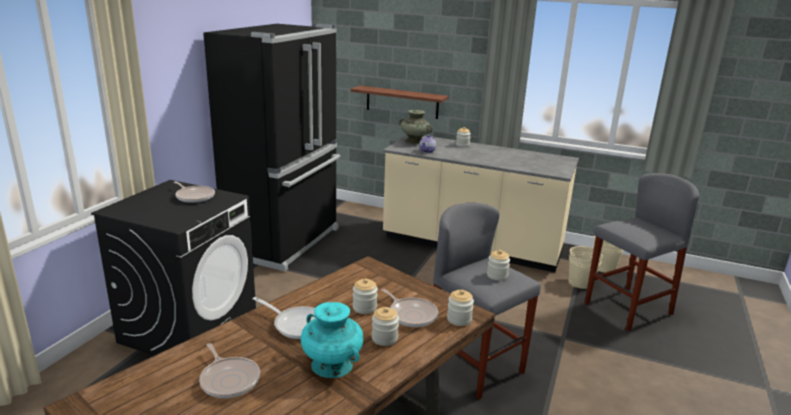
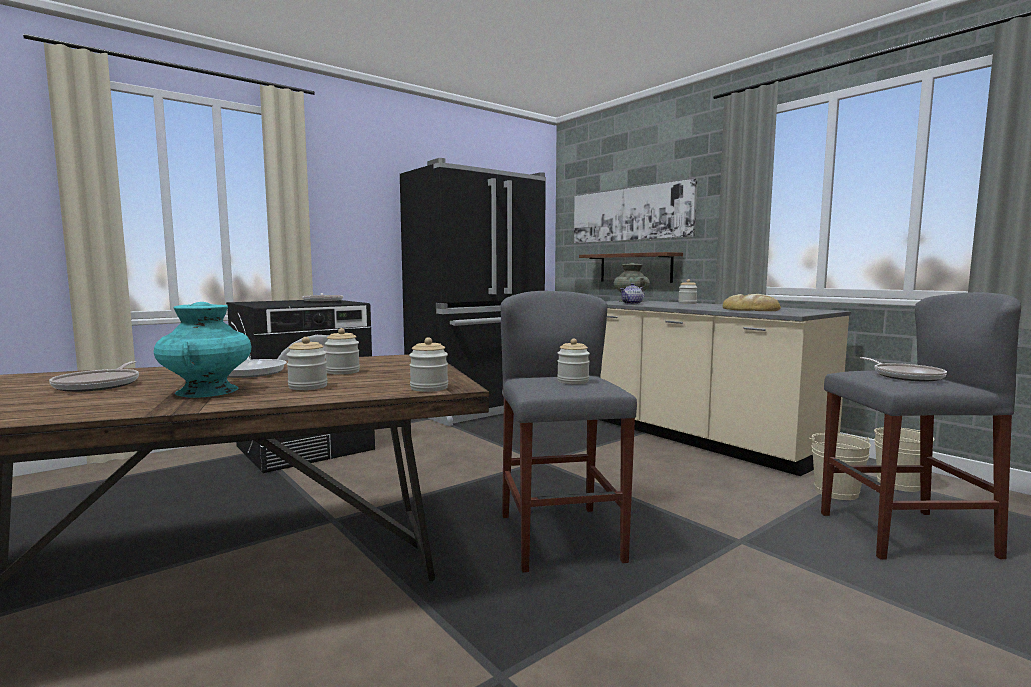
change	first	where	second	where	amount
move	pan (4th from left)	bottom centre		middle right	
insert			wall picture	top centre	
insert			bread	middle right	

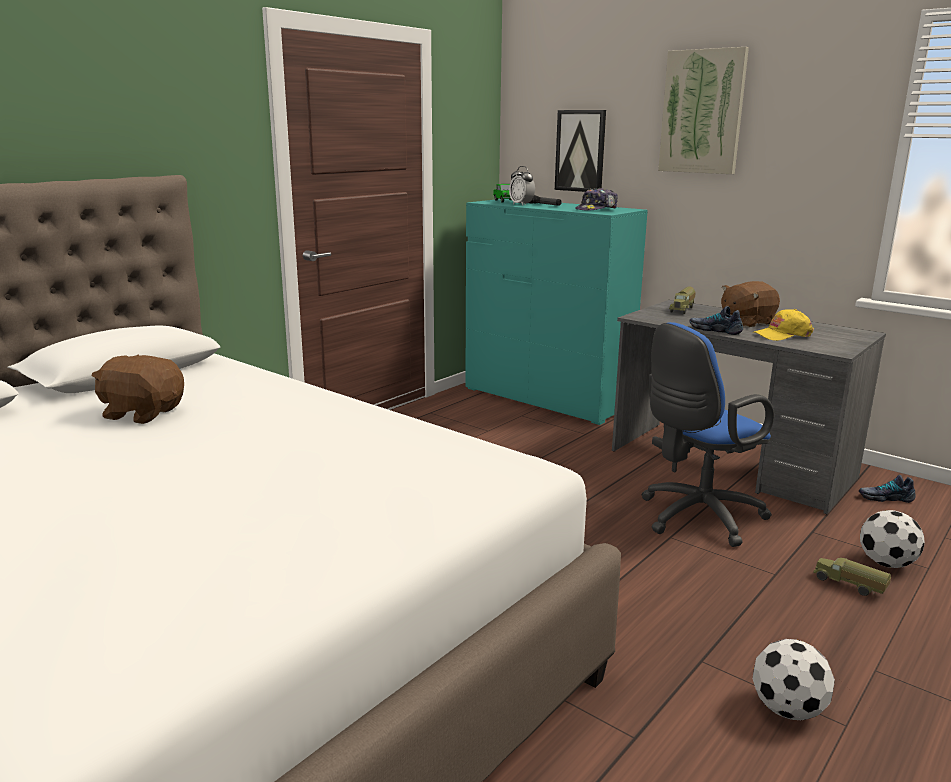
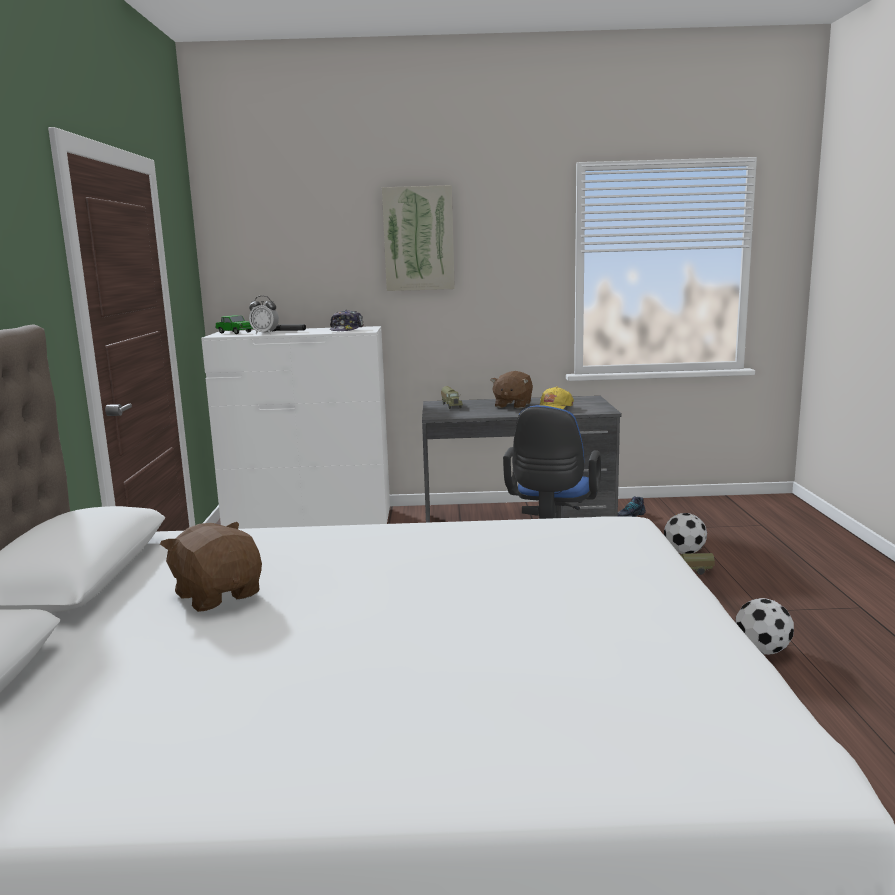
change	first	where	second	where	amount
rotate	plush toy/brownish (1st from left)	middle left		middle left	75 degrees clockwise
recolor	dresser/turquoise	centre	dresser/whitish	middle left	
delete	wall picture (1st from left)	top centre			
delete	low shoe (1st from left)	middle right			

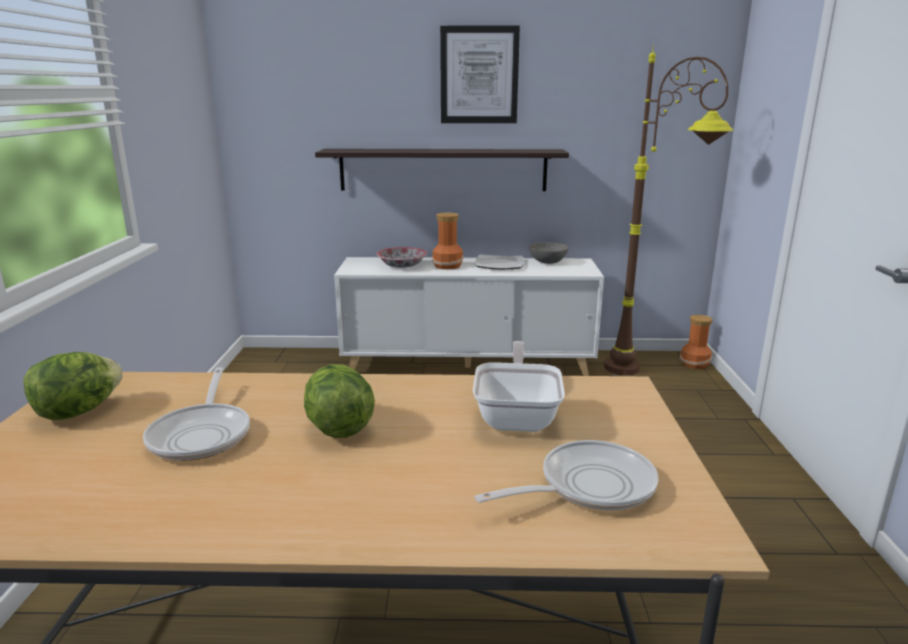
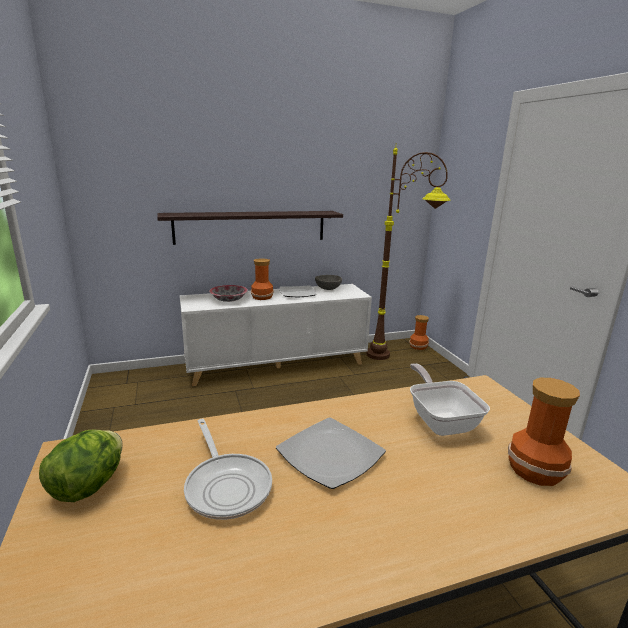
change	first	where	second	where	amount
replace	head of lettuce (2nd from left)	centre	dinner plate (2nd from left)	bottom centre	
delete	wall picture	top centre			
replace	pan (3rd from left)	bottom centre	vase (3rd from left)	bottom right	

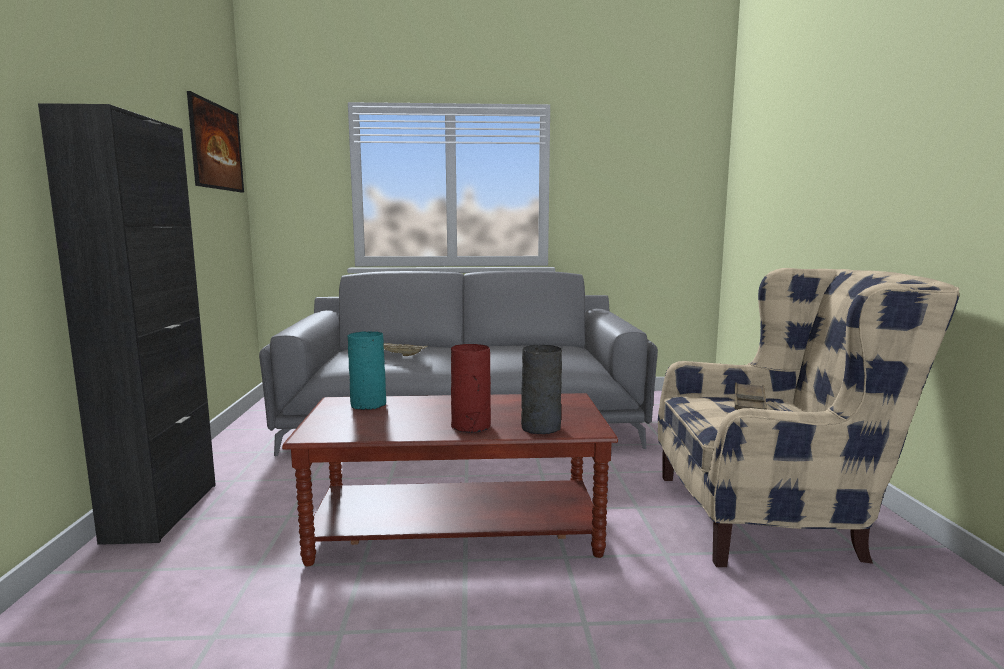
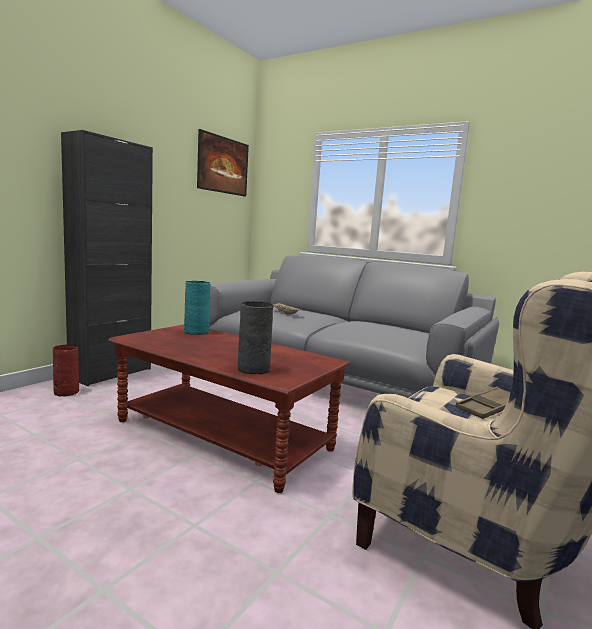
change	first	where	second	where	amount
move	vase/reddish	centre		middle left	

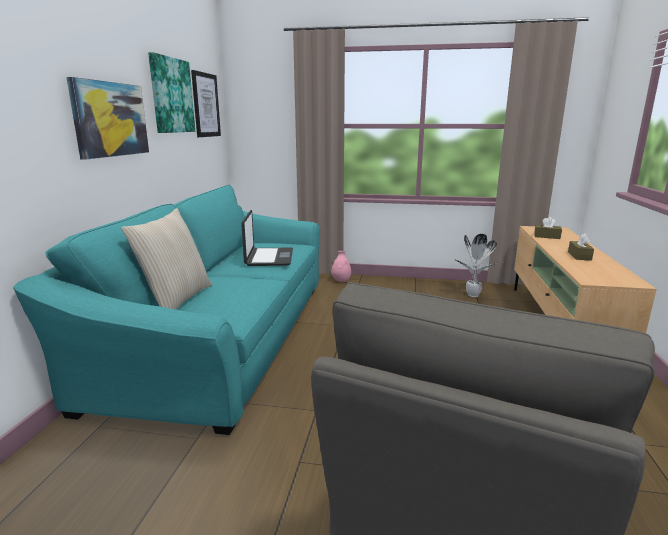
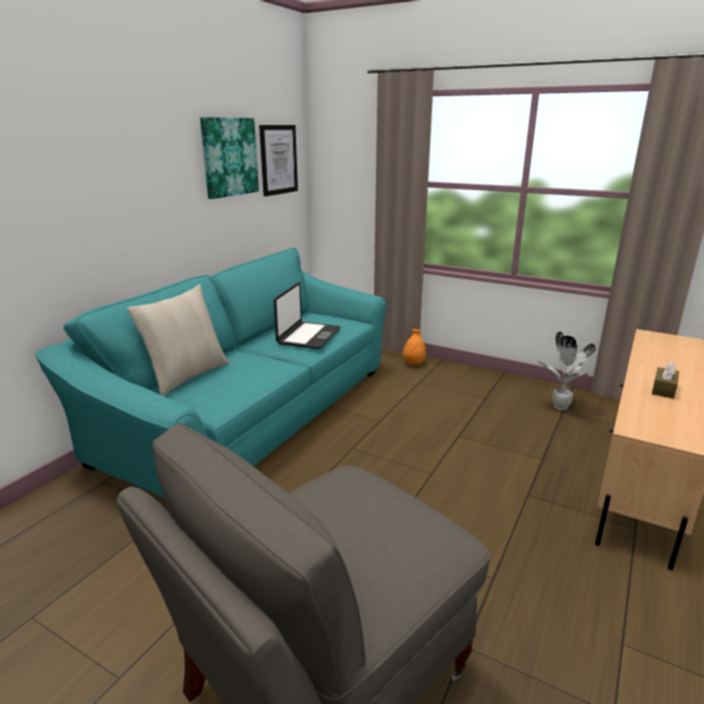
change	first	where	second	where	amount
delete	wall picture (1st from left)	top left			
recolor	vase/pinkish	centre	vase/orange-coloured	centre	
delete	box of tissues/brownish (1st from left)	middle right			

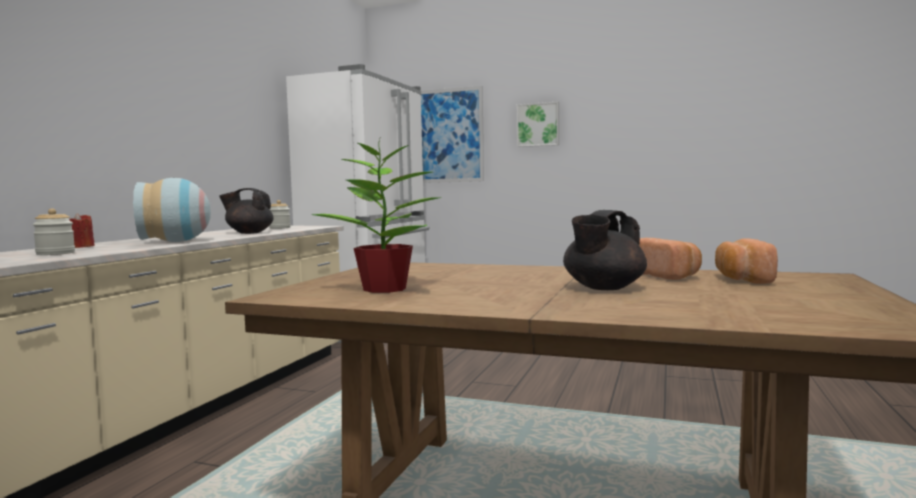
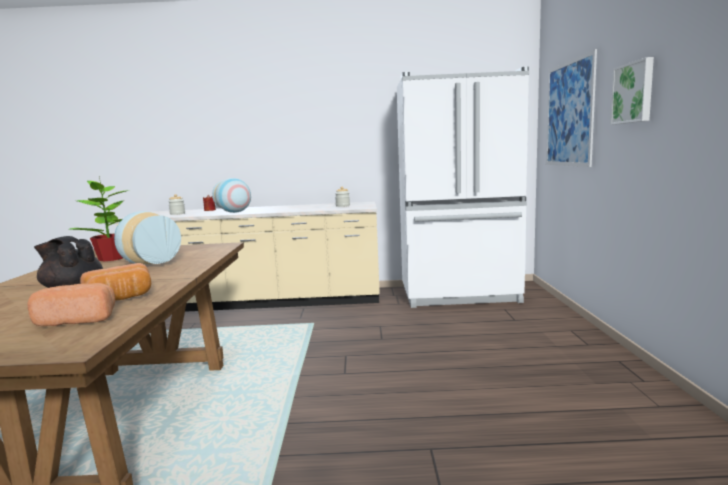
change	first	where	second	where	amount
delete	pot for tea/black (1st from left)	middle left			
insert			vase (1st from left)	middle left	

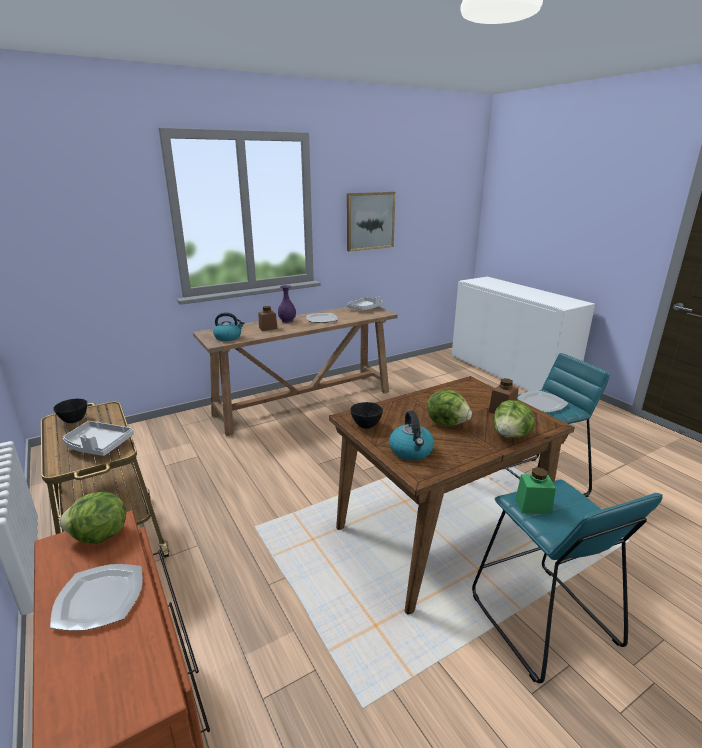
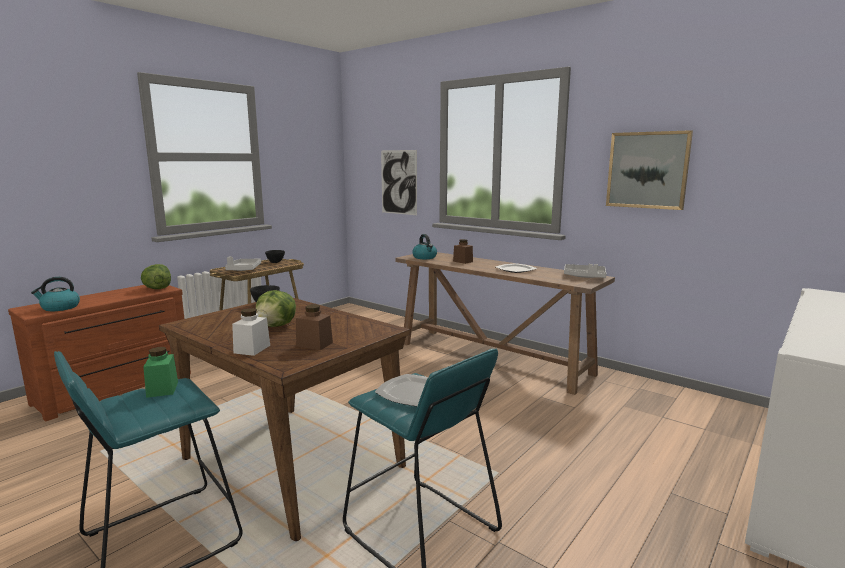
change	first	where	second	where	amount
delete	dinner plate (1st from left)	bottom left			
delete	vase/purple-coloured	centre			
move	kettle (2nd from left in the first image)	centre	kettle (1st from left)	middle left	
replace	head of lettuce (3rd from left)	middle right	jar/whitish	middle left	
insert			wall picture (1st from left)	top centre	

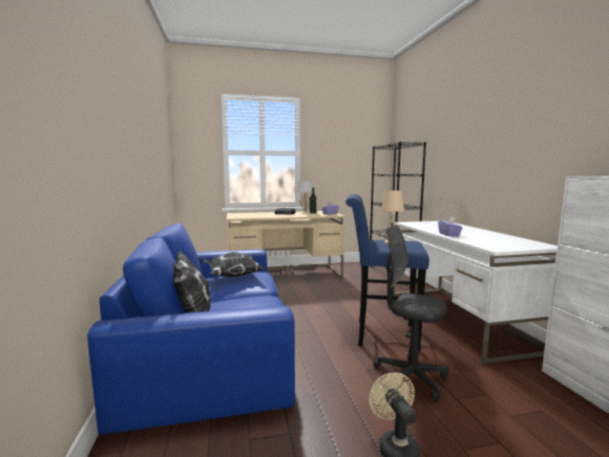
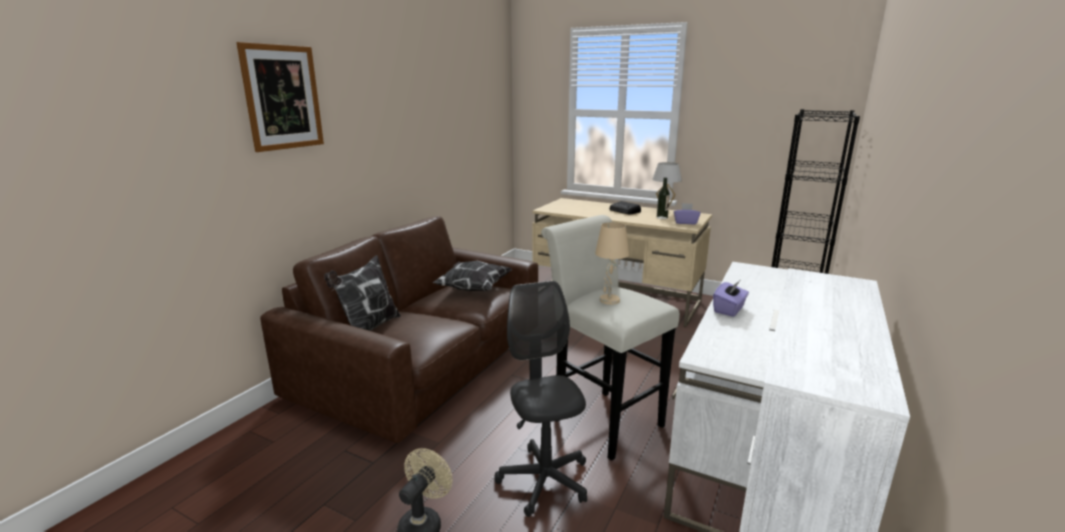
change	first	where	second	where	amount
recolor	couch/bluish	bottom left	couch/brownish	centre	
recolor	stool seat/bluish	centre	stool seat/whitish	centre	
insert			wall picture	top left	

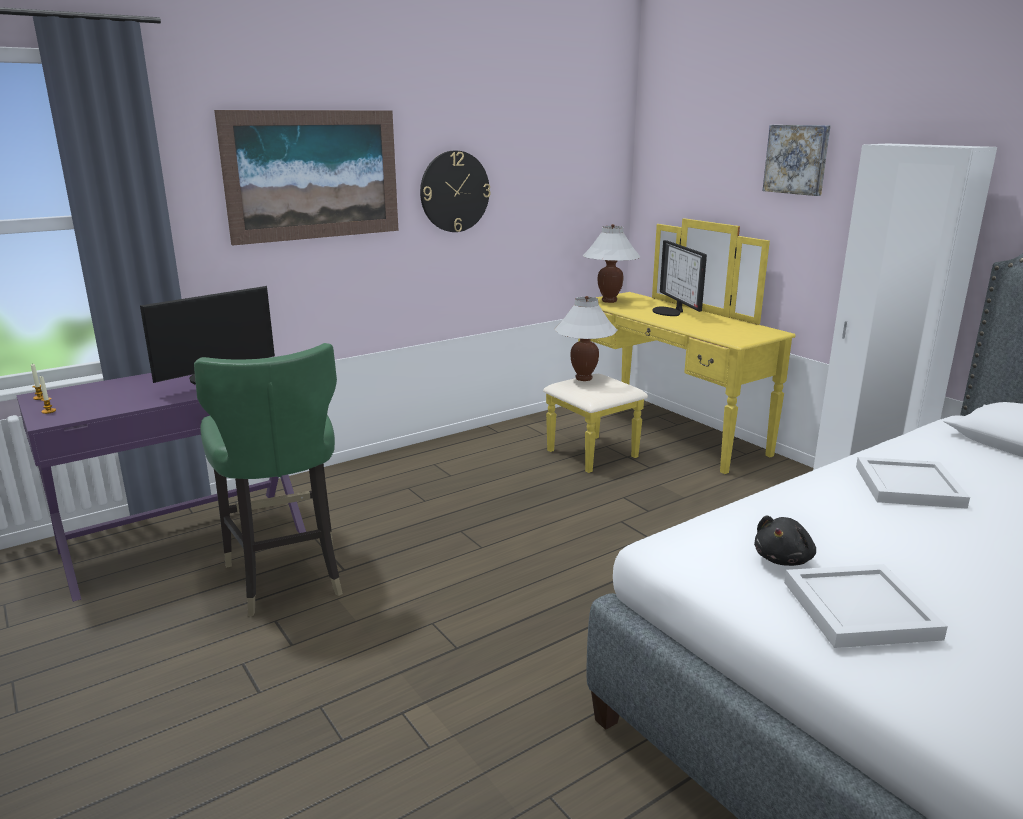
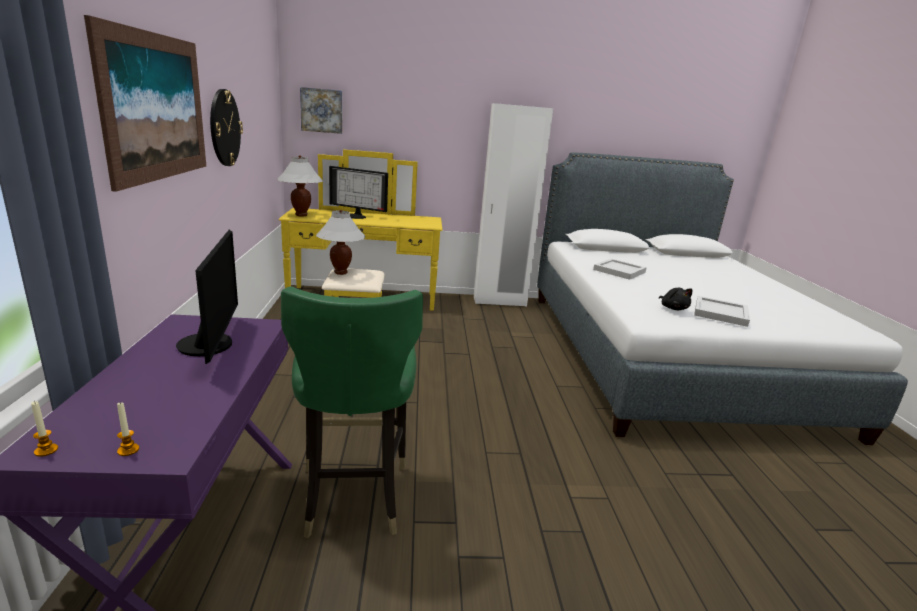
change	first	where	second	where	amount
rotate	upright chair/green-coloured	middle left		bottom centre	75 degrees clockwise
move	wall picture (2nd from left)	top right		top centre	

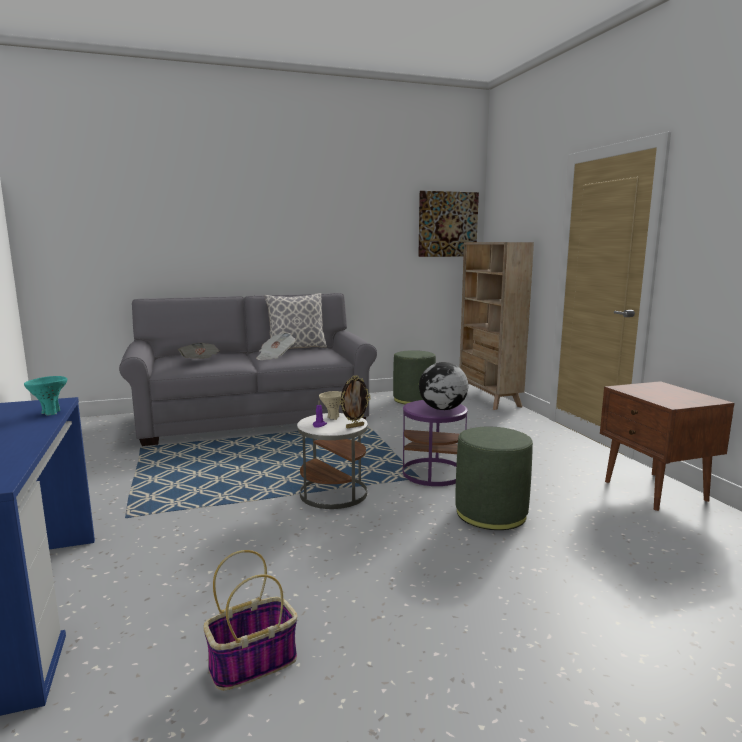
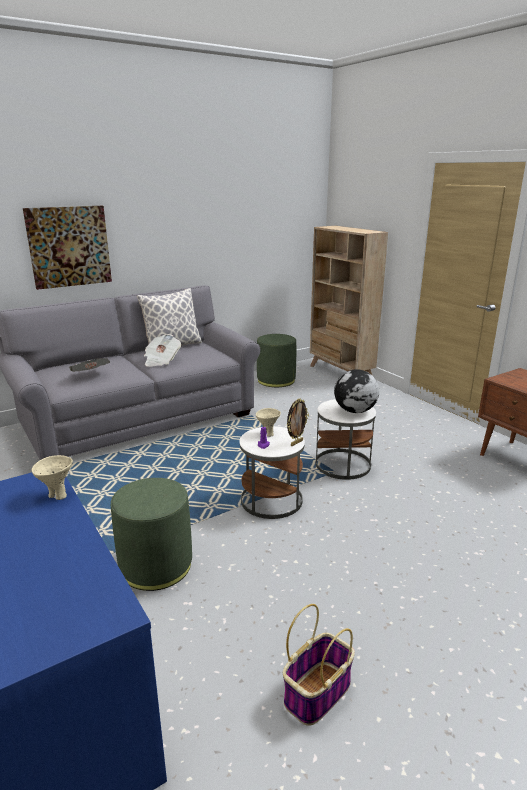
change	first	where	second	where	amount
recolor	deep dish/turquoise	middle left	deep dish/sand-coloured (1st from left)	middle left	
recolor	end table/purple-coloured	centre	end table/whitish (2nd from left)	centre	
move	wall picture	top centre		top left	
move	pouffe/green-coloured (2nd from left in the first image)	centre	pouffe/green-coloured (1st from left)	bottom left	

